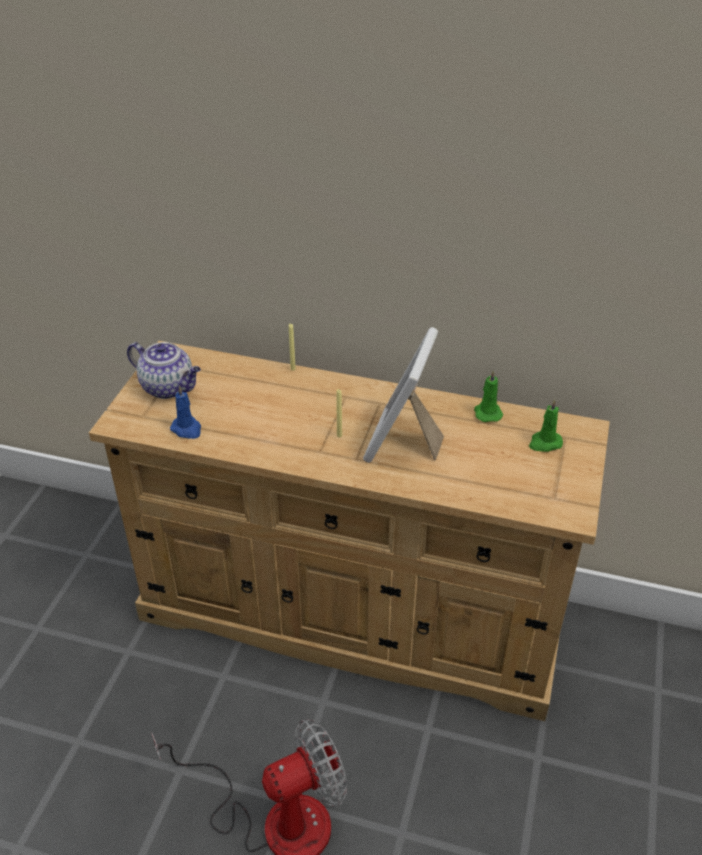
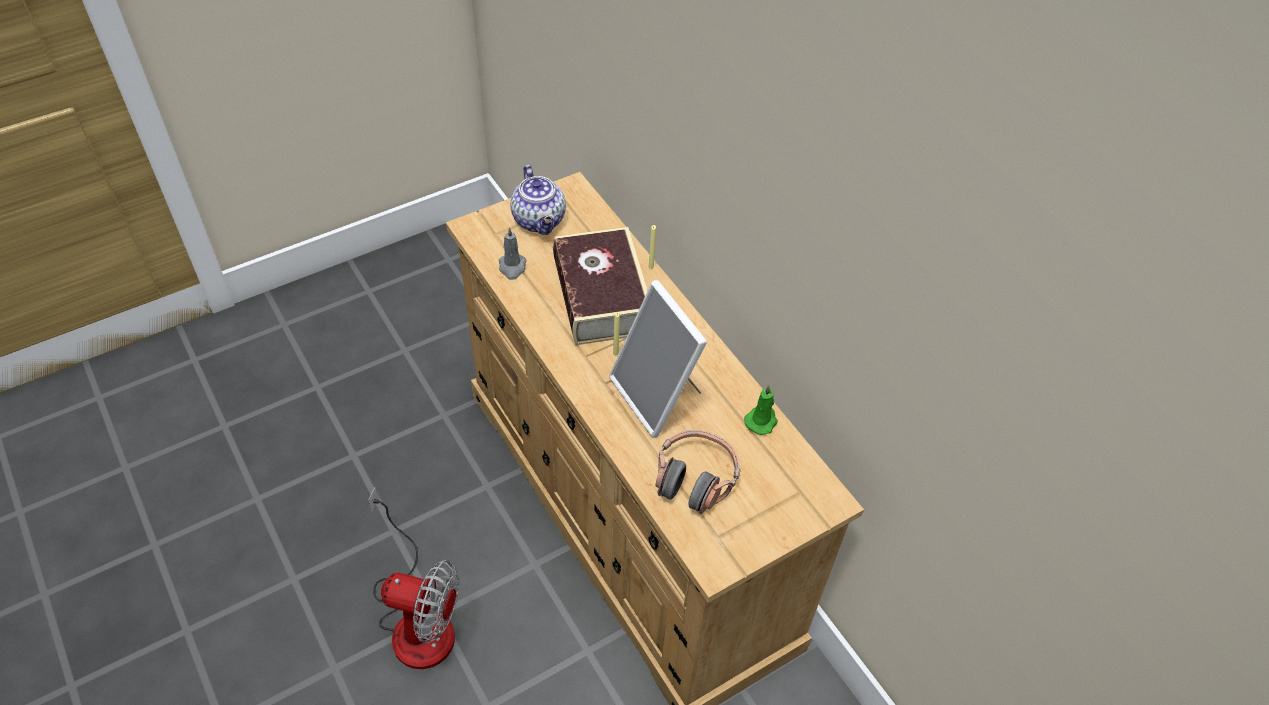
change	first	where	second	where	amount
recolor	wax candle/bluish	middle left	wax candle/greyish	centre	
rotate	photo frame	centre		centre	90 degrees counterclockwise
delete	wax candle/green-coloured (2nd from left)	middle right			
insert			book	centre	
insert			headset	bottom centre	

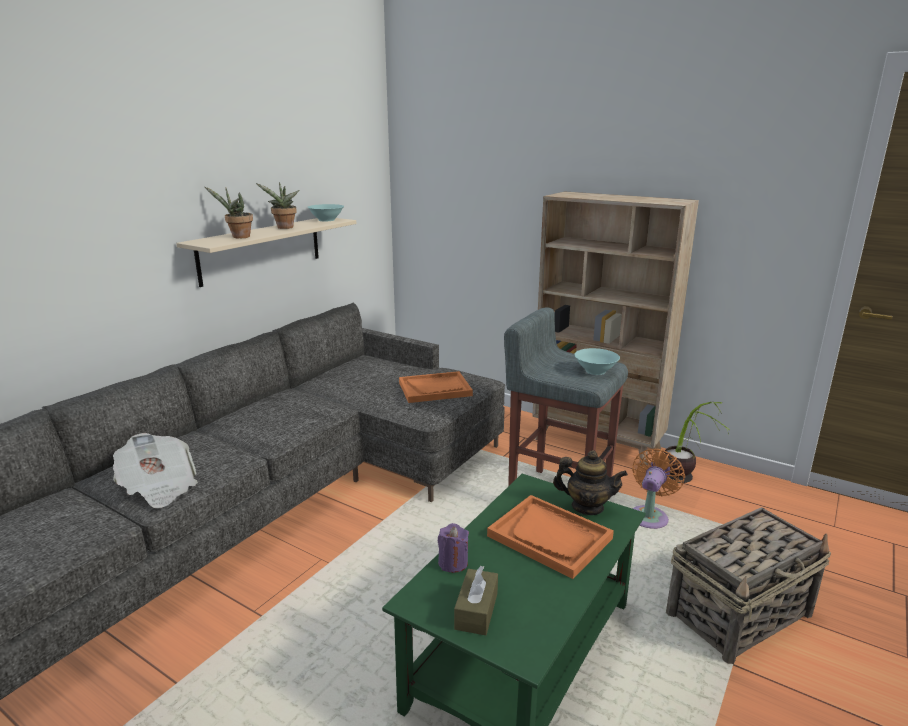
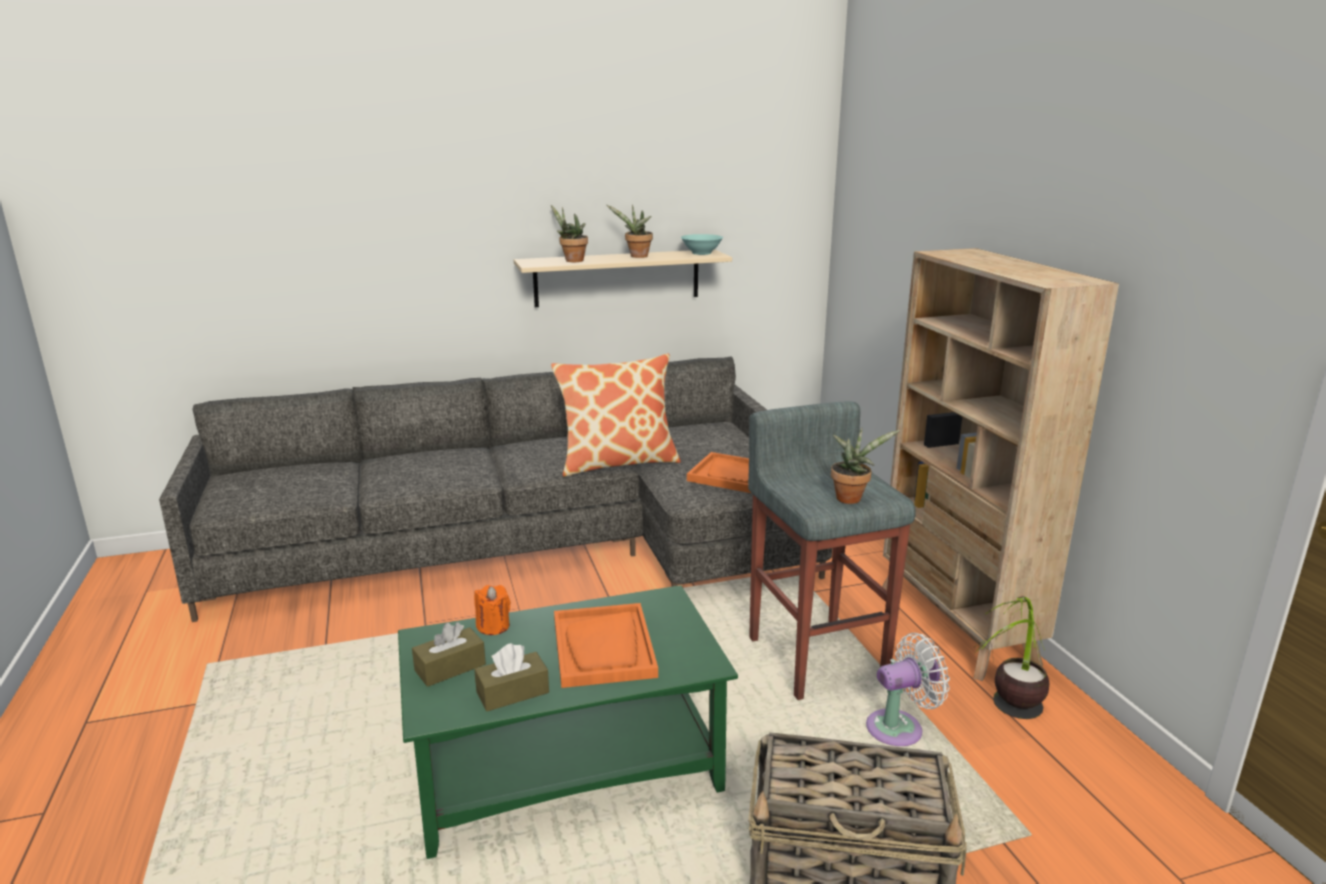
change	first	where	second	where	amount
delete	daily paper	middle left			
recolor	wax candle/purple-coloured	bottom centre	wax candle/orange-coloured	bottom centre	
delete	pot for tea	centre			
replace	deep dish/turquoise (2nd from left)	centre	houseplant (3rd from left)	centre	
recolor	fan/orange-coloured	bottom right	fan/whitish	bottom right	
insert			box of tissues/brownish (2nd from left)	bottom centre	
insert			pillow	centre	

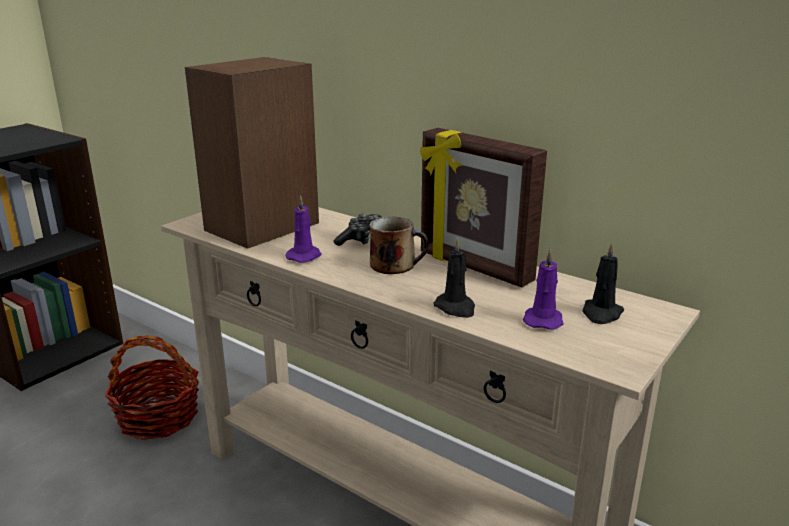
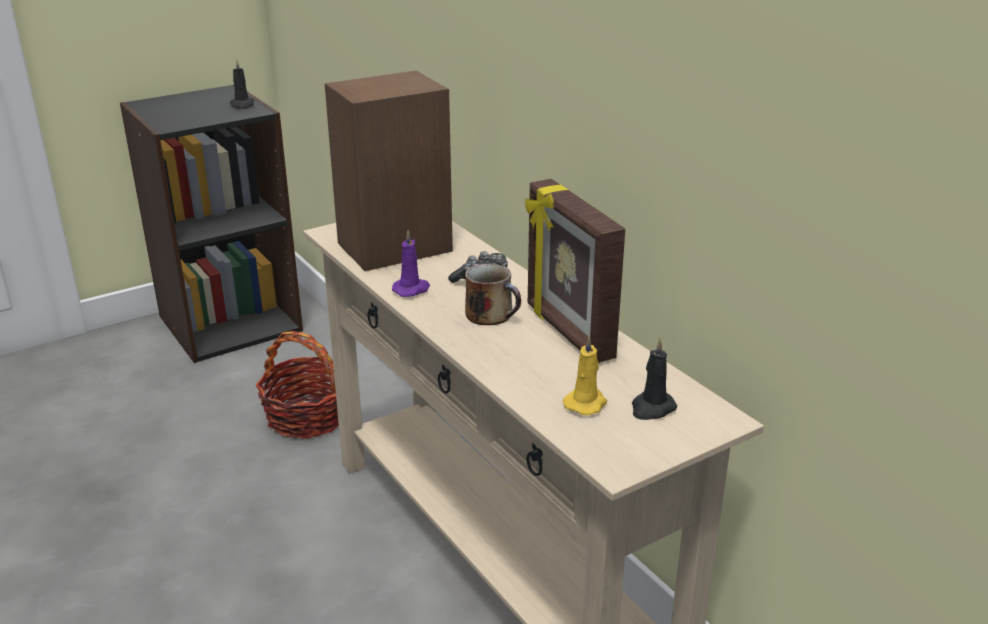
change	first	where	second	where	amount
move	wax candle/black (1st from left)	centre		top left	
recolor	wax candle/purple-coloured (2nd from left)	middle right	wax candle/yellow-coloured	centre	

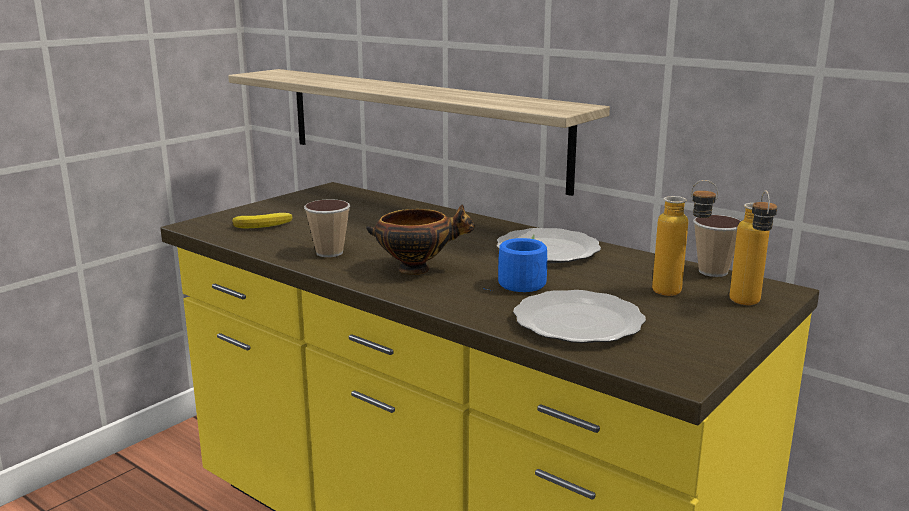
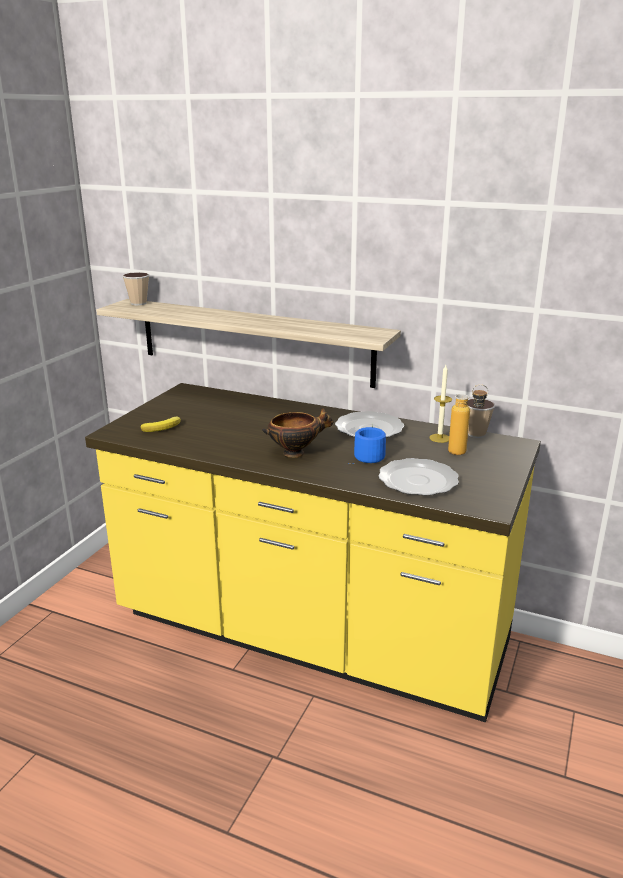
change	first	where	second	where	amount
move	small cup (1st from left)	centre		top left	
delete	drink bottle (2nd from left)	middle right			
insert			wax candle	middle right	

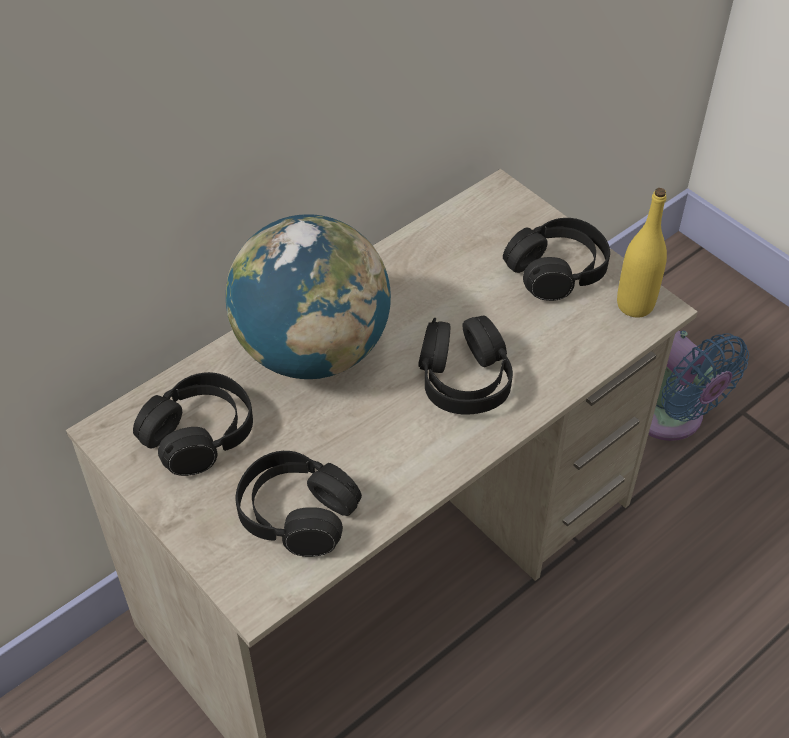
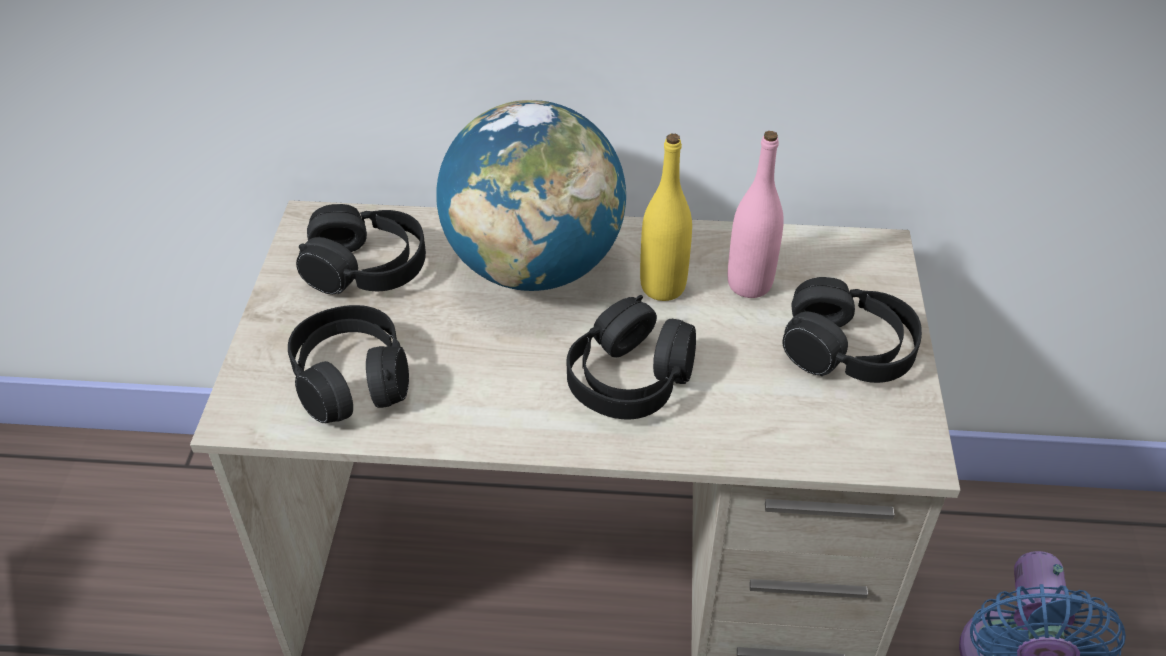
change	first	where	second	where	amount
move	drink bottle/yellow-coloured	middle right		top centre	
insert			drink bottle/pinkish	top centre	

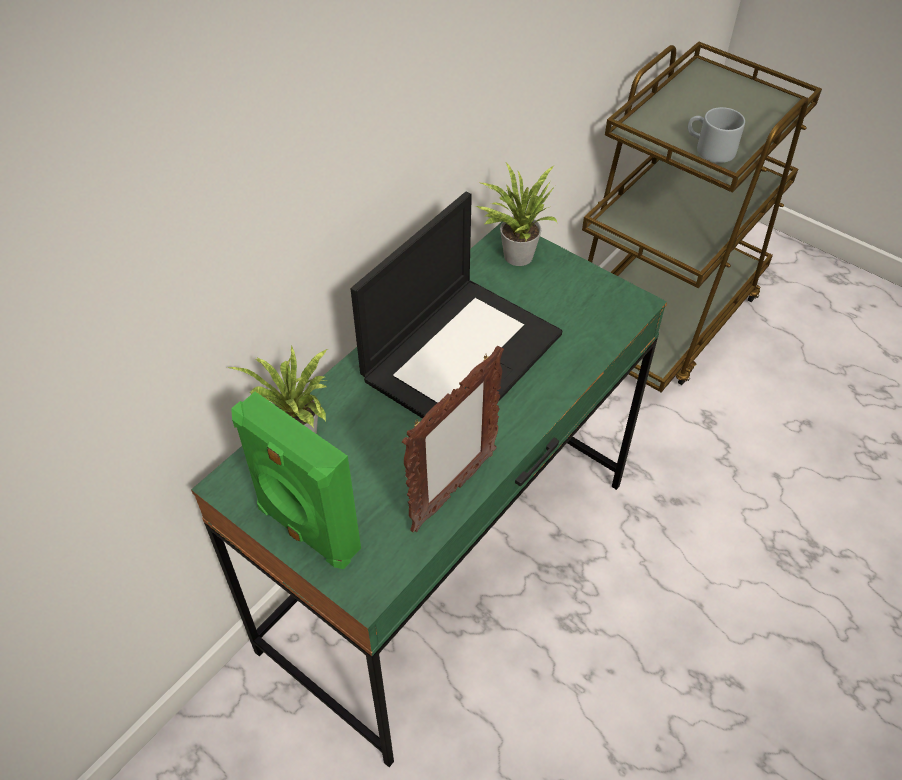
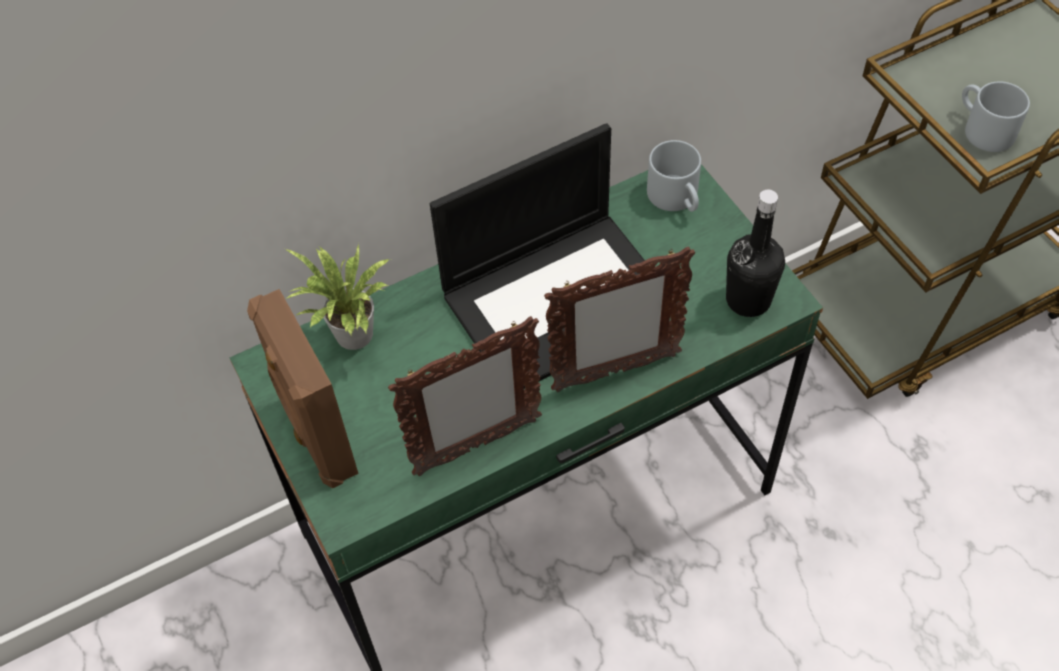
change	first	where	second	where	amount
recolor	loudspeaker/green-coloured	middle left	loudspeaker/brownish	middle left	
replace	houseplant (2nd from left)	top centre	coffee mug/greyish (1st from left)	top centre	
insert			photo frame (2nd from left)	centre	
insert			drink bottle/black	middle right	

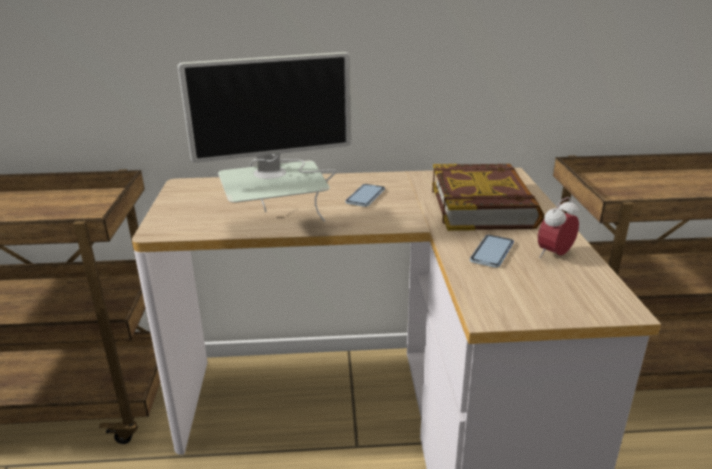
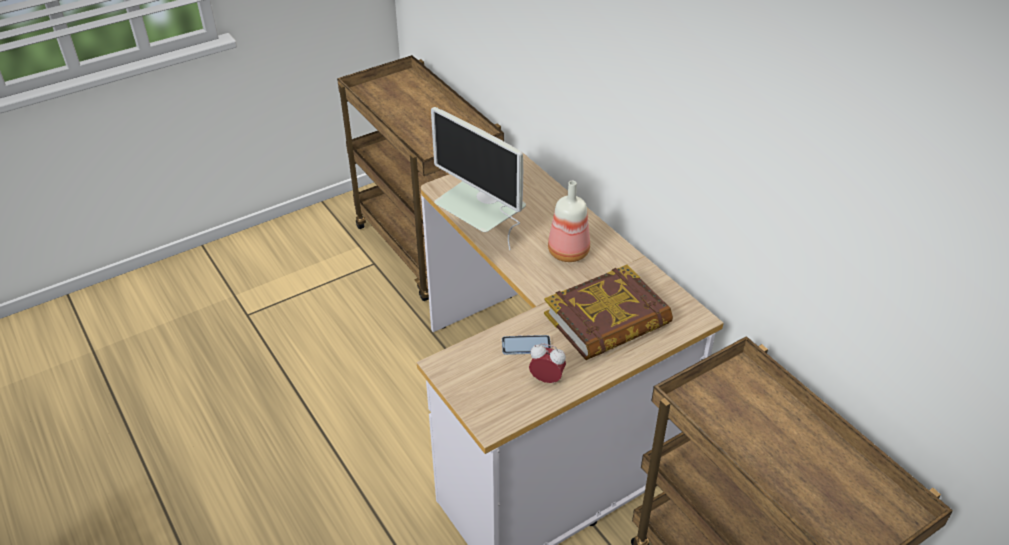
change	first	where	second	where	amount
replace	handset (1st from left)	centre	drink bottle	centre	

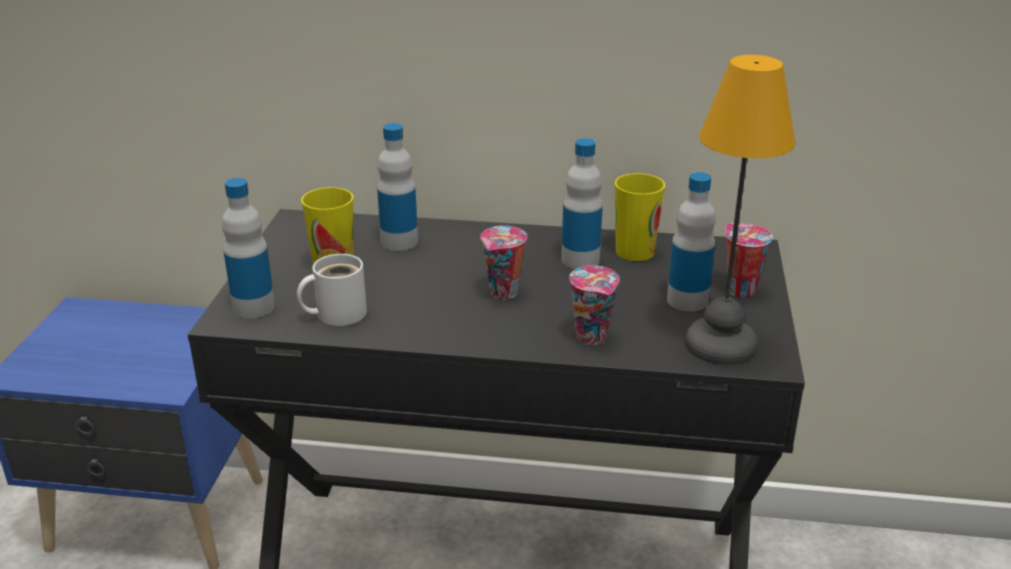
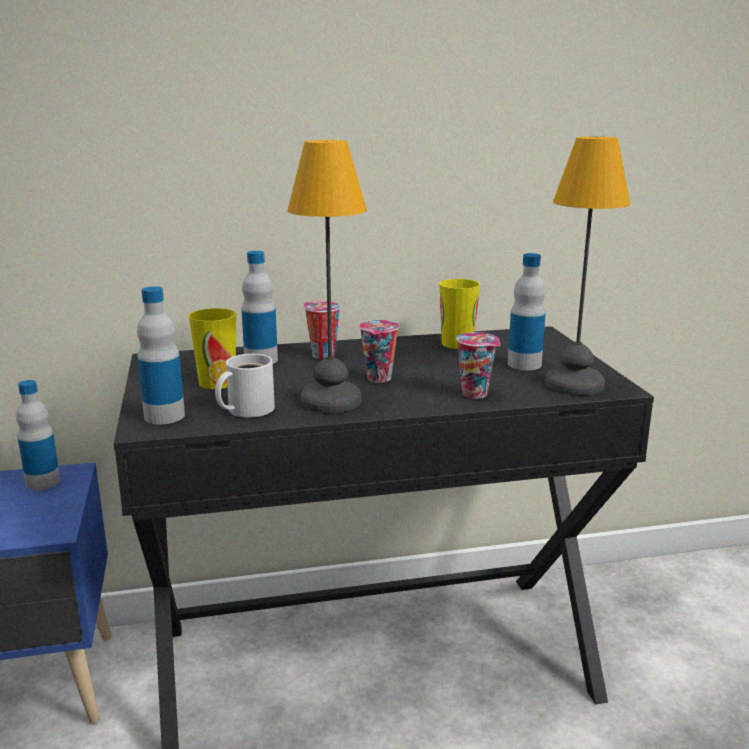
change	first	where	second	where	amount
move	drink bottle (3rd from left in the first image)	centre	drink bottle (1st from left)	middle left	
move	small cup (5th from left in the first image)	middle right	small cup (2nd from left)	centre	
insert			tabletop lamp (1st from left)	centre	

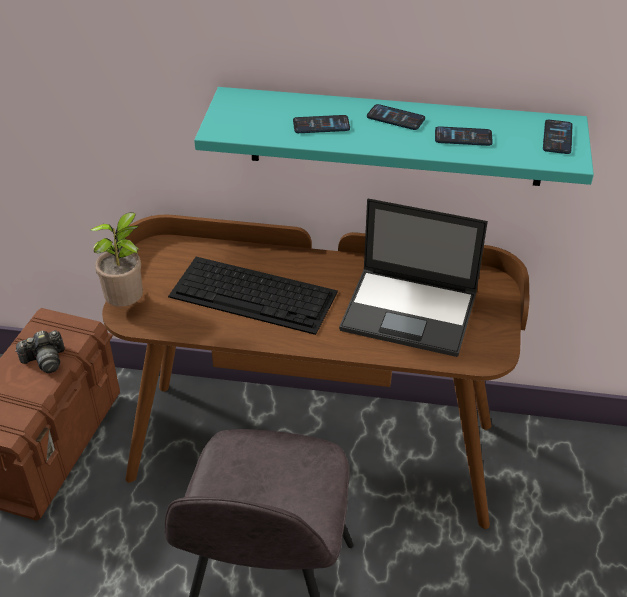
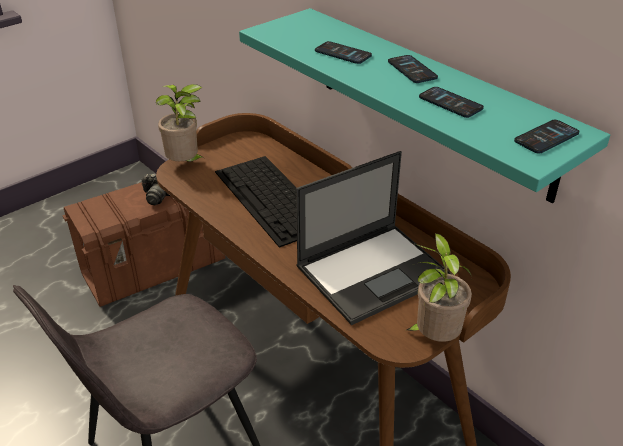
change	first	where	second	where	amount
rotate	portable computer	centre		centre	90 degrees counterclockwise
insert			houseplant (2nd from left)	middle right	

